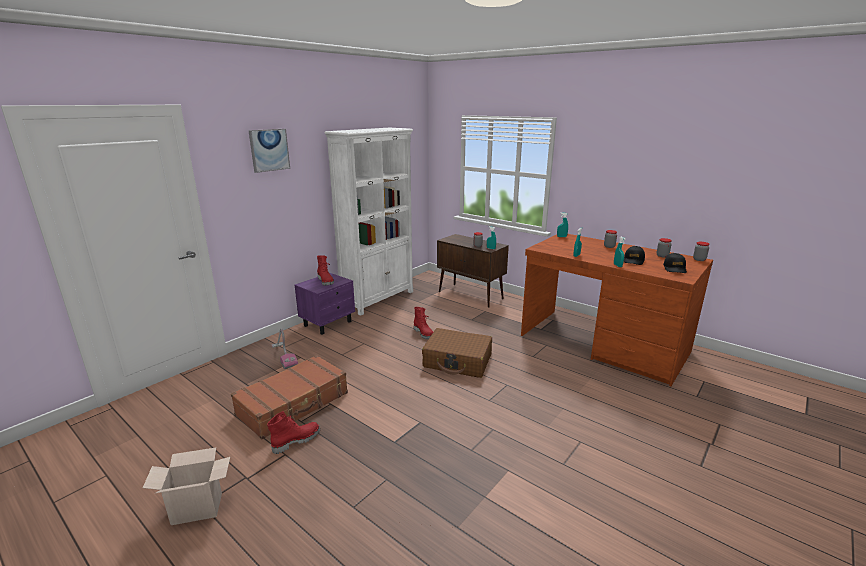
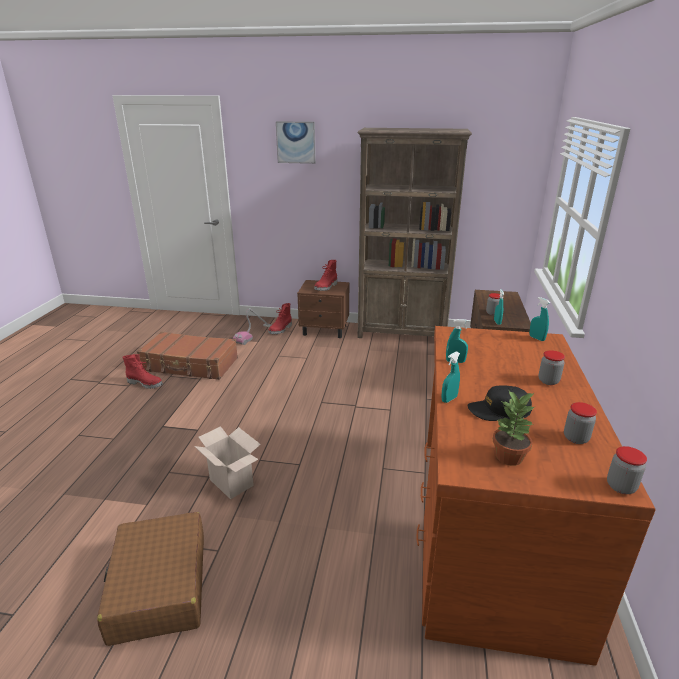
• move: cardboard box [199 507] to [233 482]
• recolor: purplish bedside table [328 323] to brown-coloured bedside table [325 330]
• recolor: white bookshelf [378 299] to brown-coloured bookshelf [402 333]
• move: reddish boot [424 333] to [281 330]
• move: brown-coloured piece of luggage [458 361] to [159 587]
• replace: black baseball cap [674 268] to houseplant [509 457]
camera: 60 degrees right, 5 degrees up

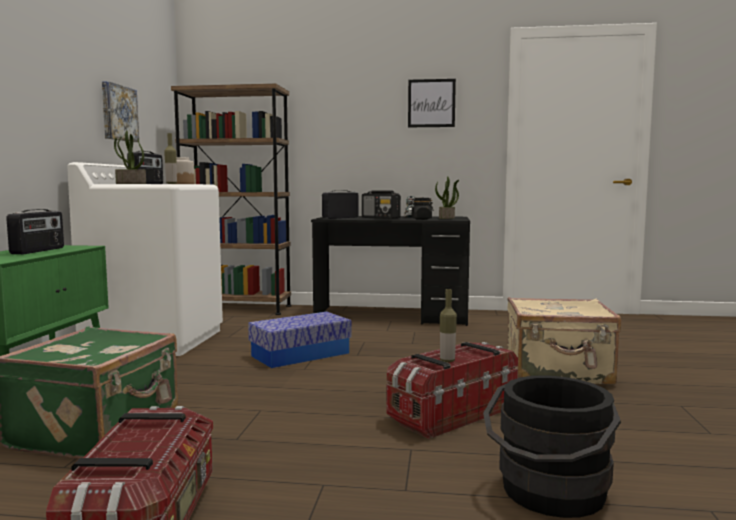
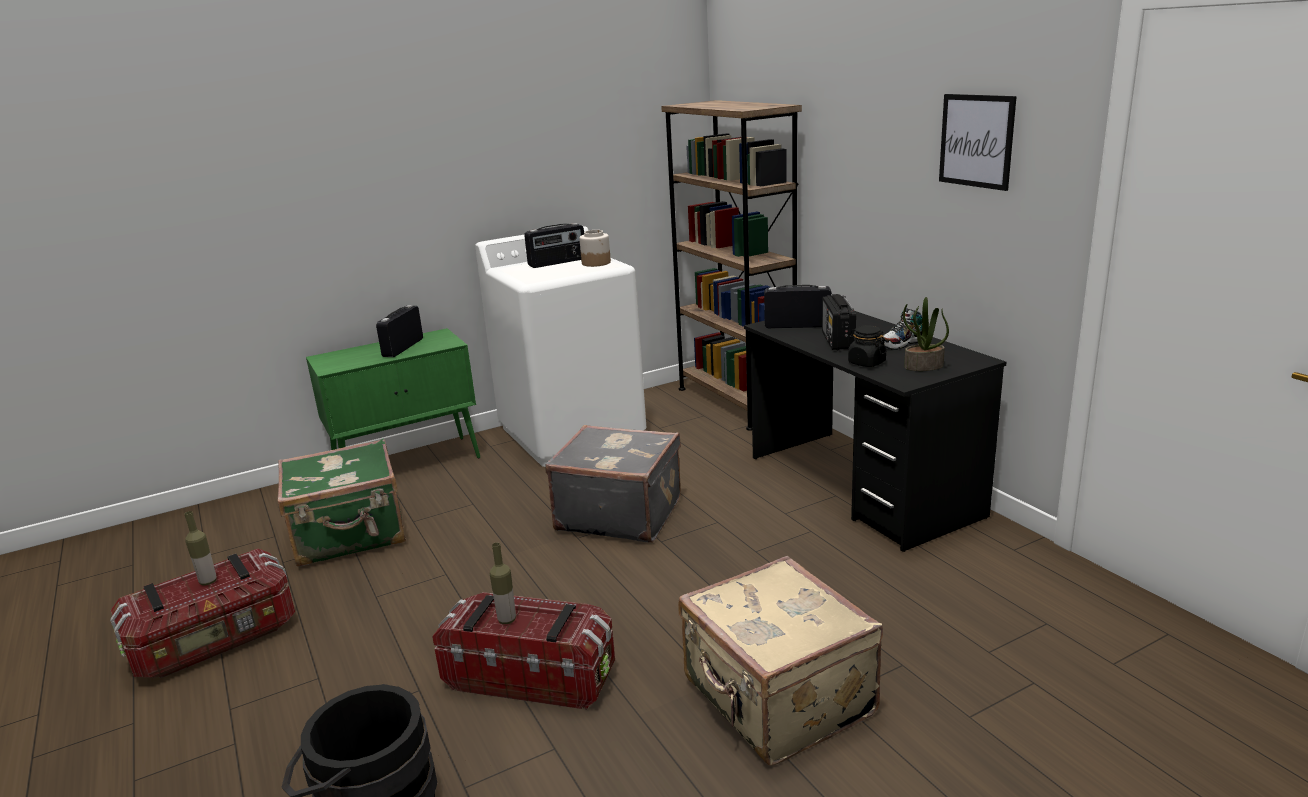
• rotate: radio receiver [38 251] = [402 347] 135 degrees clockwise
• delete: wall art [118 113]
• delete: houseplant [130 183]
• move: beverage bottle [171 184] to [208 581]
• replace: storage box [300 355] to greyish piece of luggage [619 514]
camera: 55 degrees right, 15 degrees up

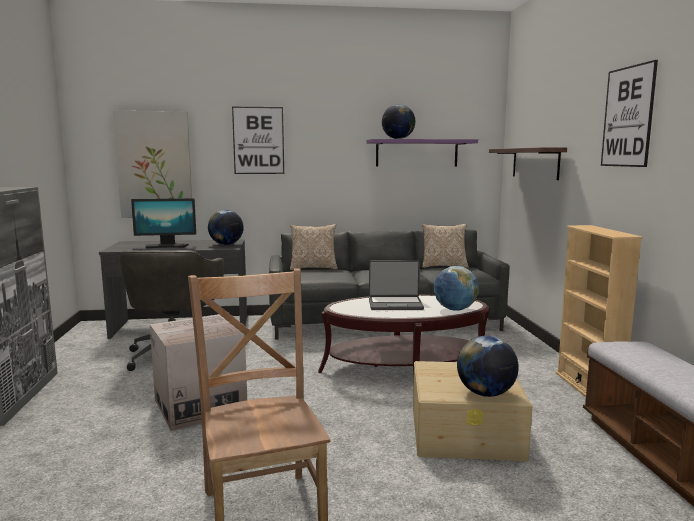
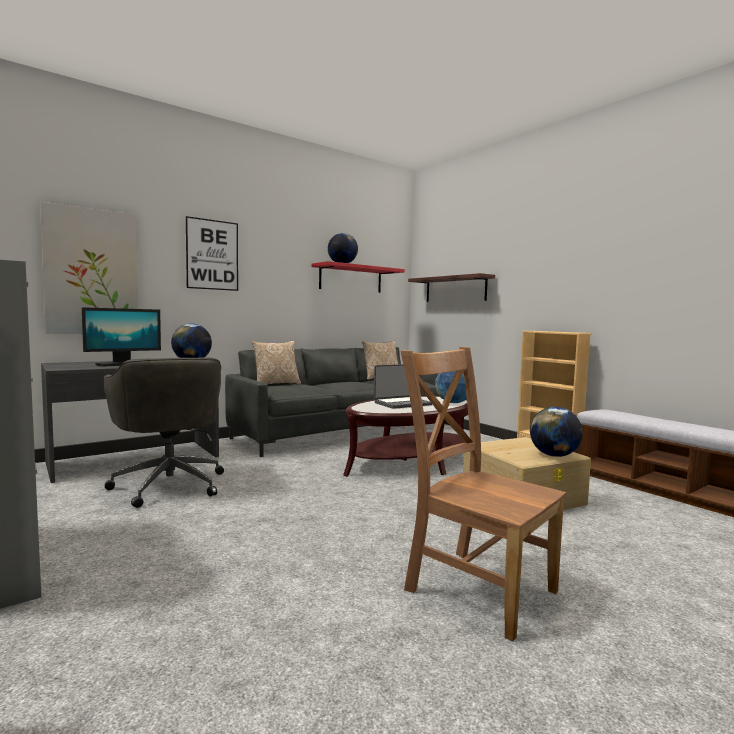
• delete: cardboard box [200 406]
• recolor: purplish wall shelf [416 153] to reddish wall shelf [351 279]
• delete: wall art [627 117]
camera: 30 degrees left, 5 degrees down

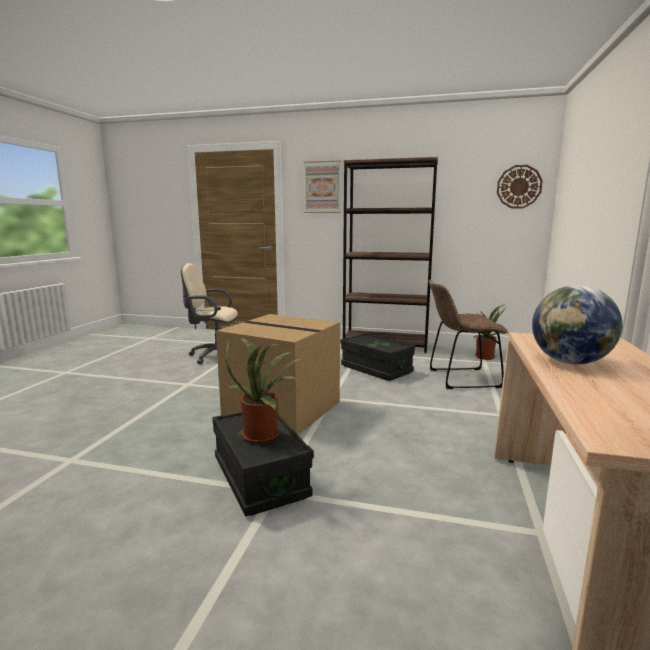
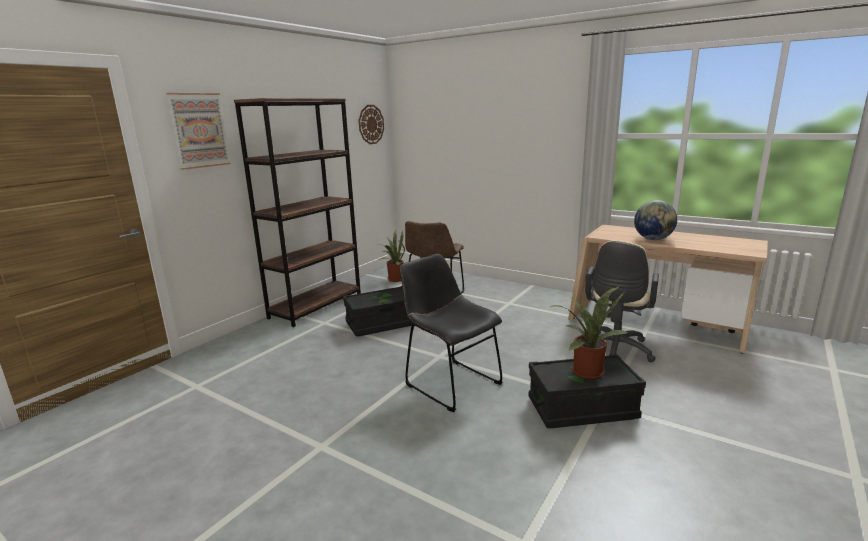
• move: beige desk chair [215 356] to [614 352]
• replace: cardboard box [284 408] to black upright chair [449 383]
camera: 70 degrees left, 5 degrees up

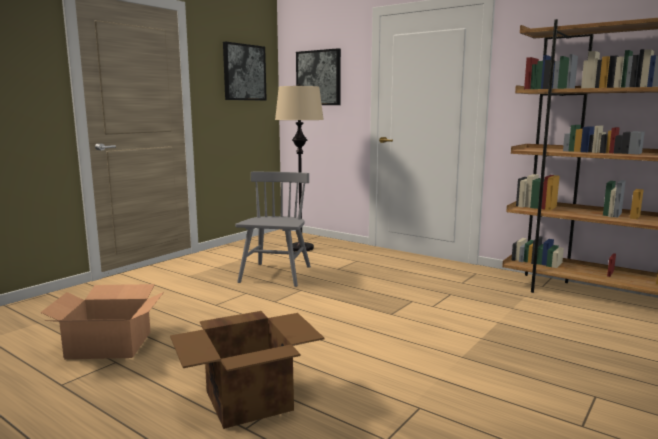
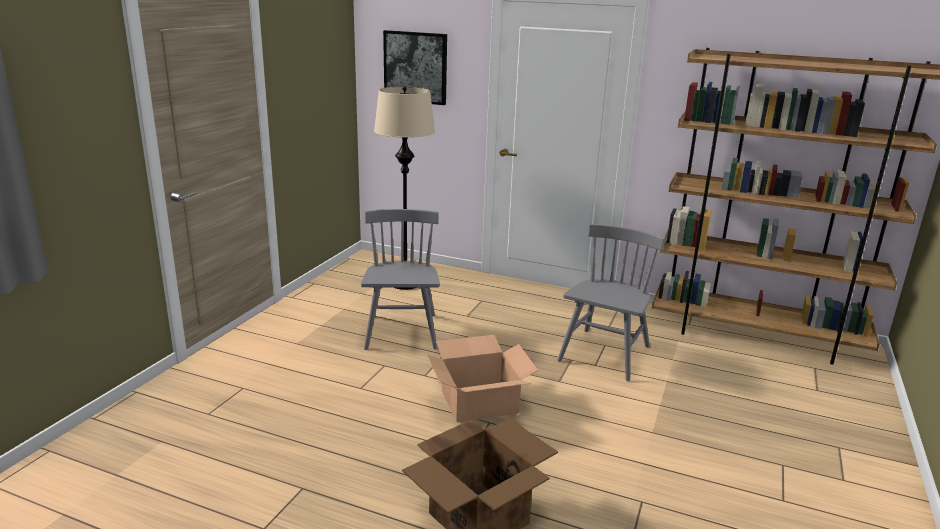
• move: cardboard box [109 344] to [478 401]
• delete: wall art [244 72]
• insert: greyish upright chair [605 354]
camera: 15 degrees left, 10 degrees up

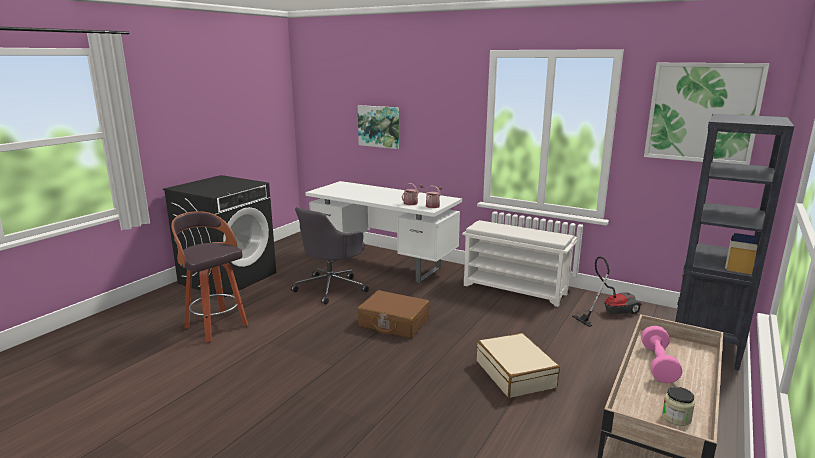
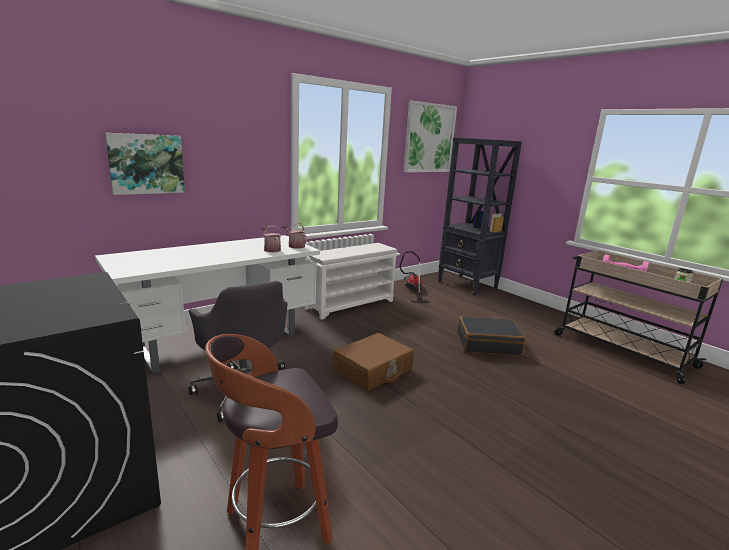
• recolor: beige piece of luggage [515 374] to black piece of luggage [488 344]
camera: 70 degrees left, 0 degrees up

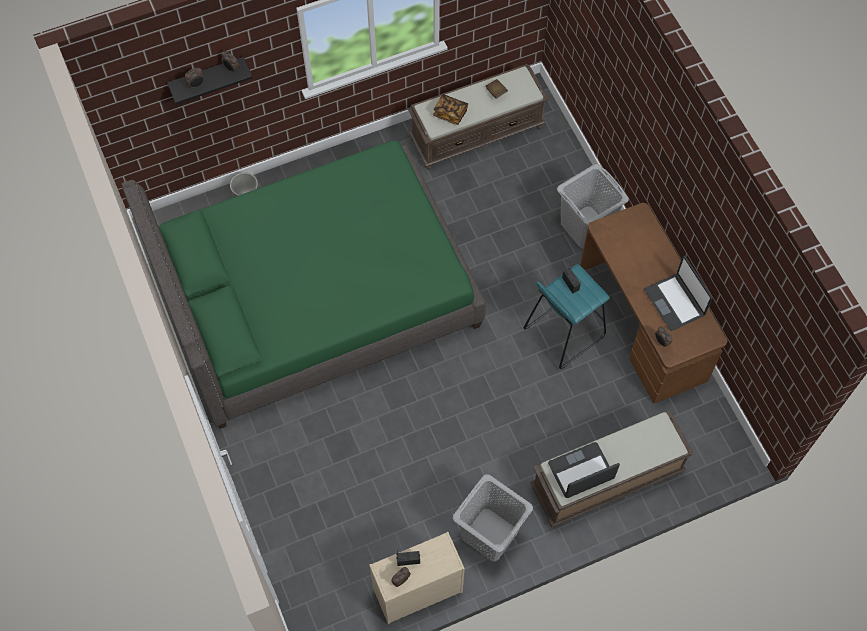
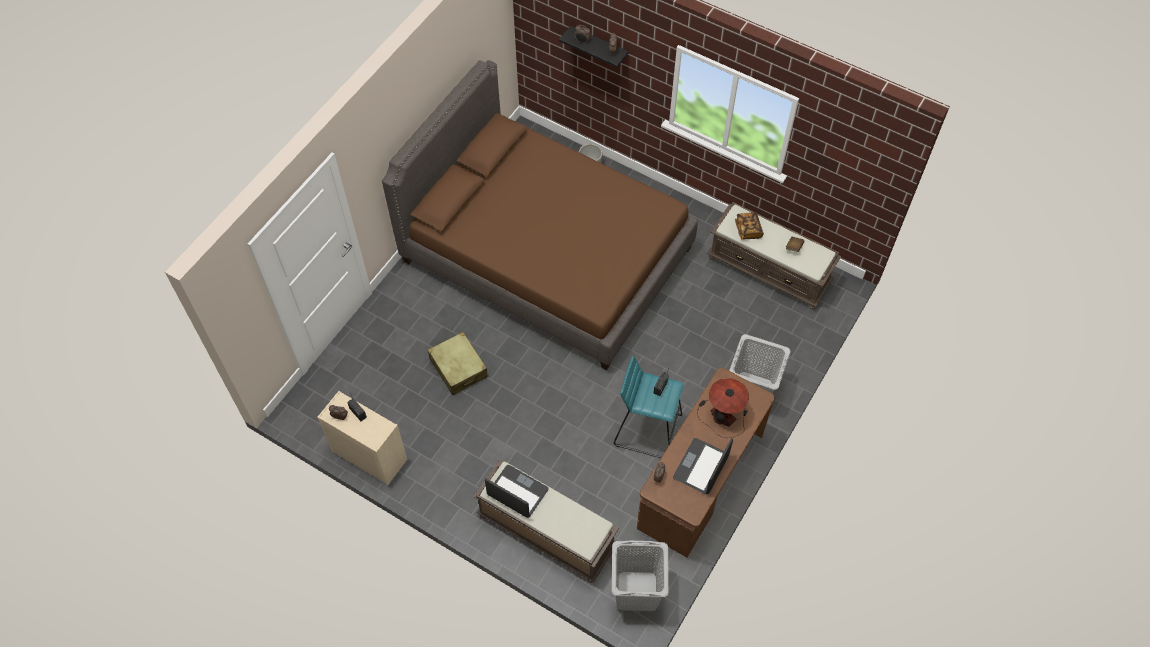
• recolor: green bed [316 297] to brown-coloured bed [547 255]
• move: greyish washing basket [490 534] to [636 591]
• insert: beige piece of luggage [458 368]
• insert: lamp for a table [723 416]
camera: 55 degrees right, 5 degrees down

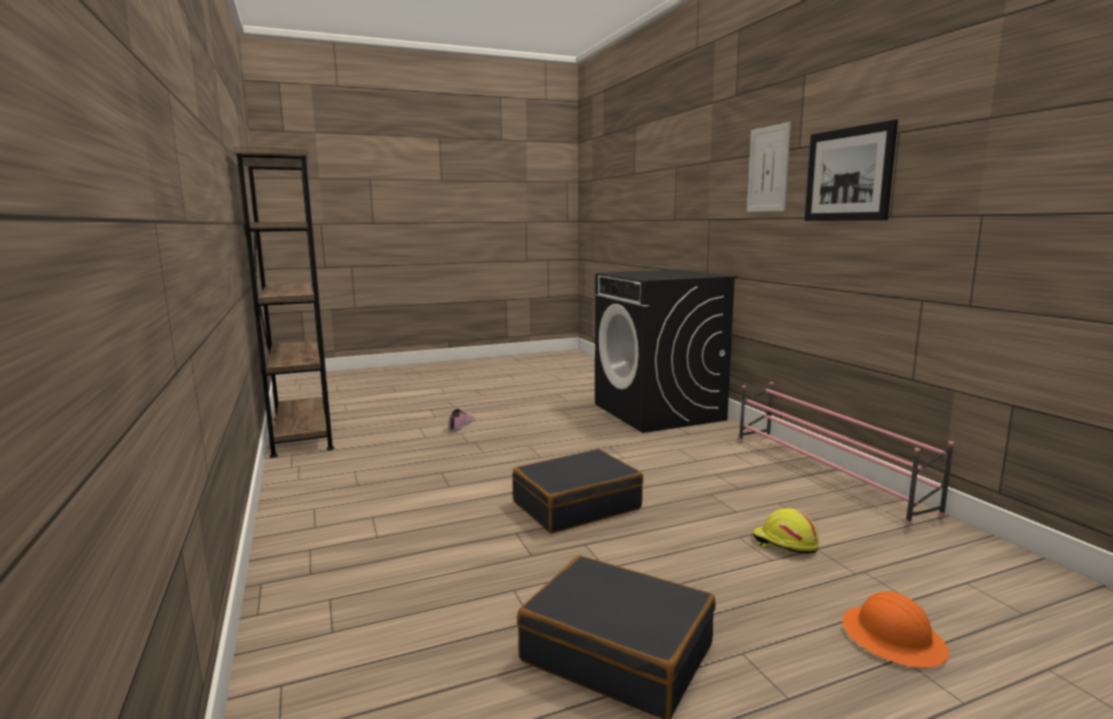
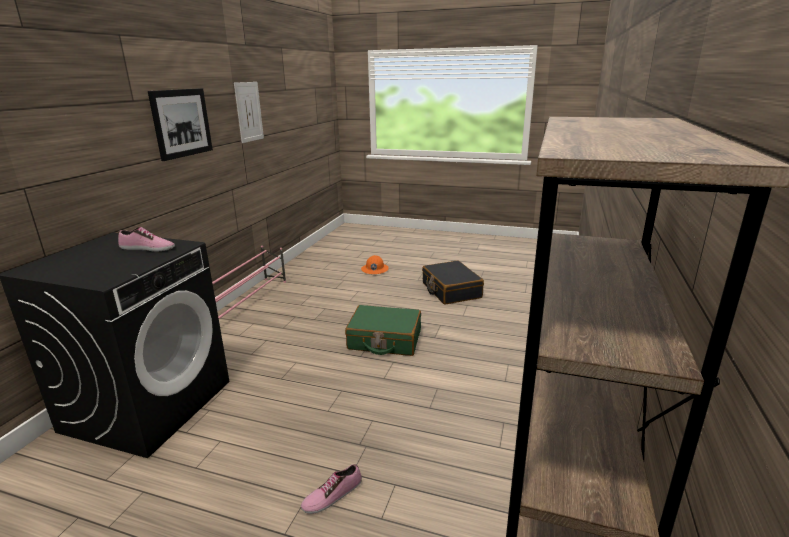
• recolor: black piece of luggage [576 505] to green piece of luggage [384 340]
• move: wall art [768 169] to [249 112]
• delete: yellowish safety helmet [784 544]
• insert: low shoe [147 248]
camera: 140 degrees left, 10 degrees up

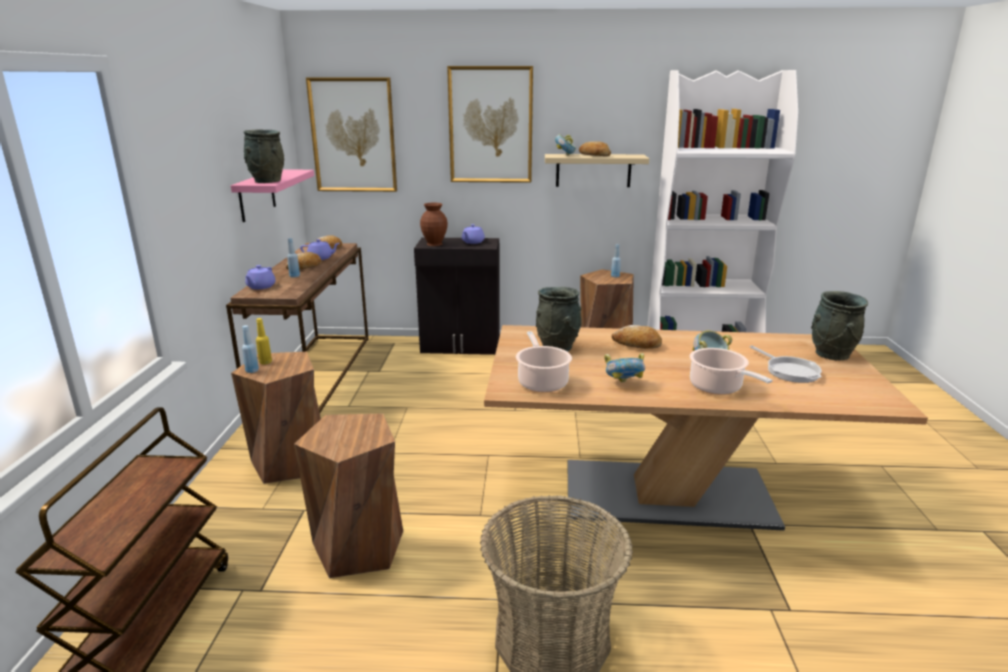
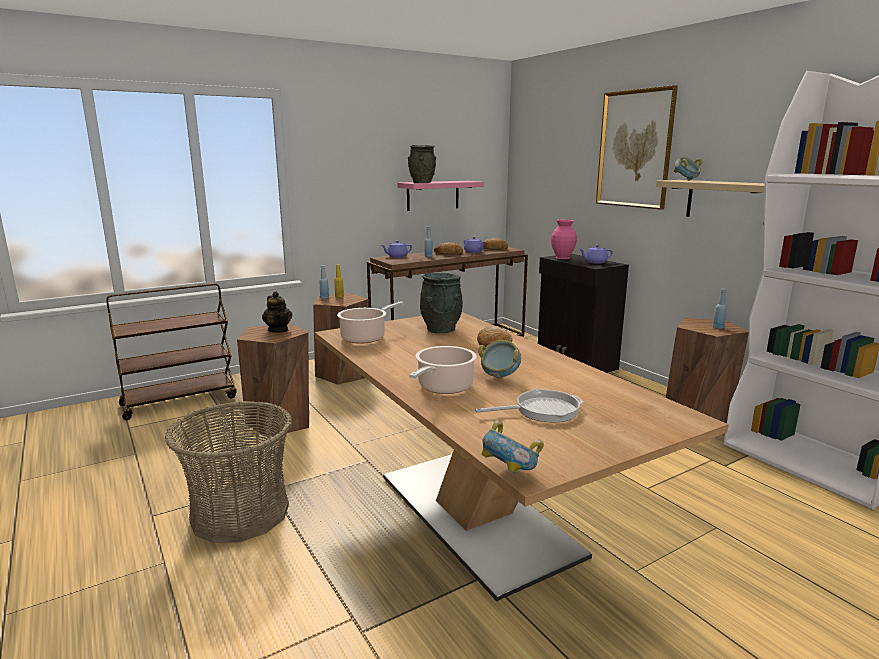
• delete: wall art [353 135]
• recolor: brown-coloured decorative vase [435 244] to pinkish decorative vase [563 258]
• delete: bread [594 155]
• move: bowl [624 384] to [510 474]
• rotate: pan [789 371] = [542 410] 135 degrees counterclockwise
• delete: greyish decorative vase [831 354]
• insert: pot for tea [278 330]
camera: 55 degrees right, 5 degrees down

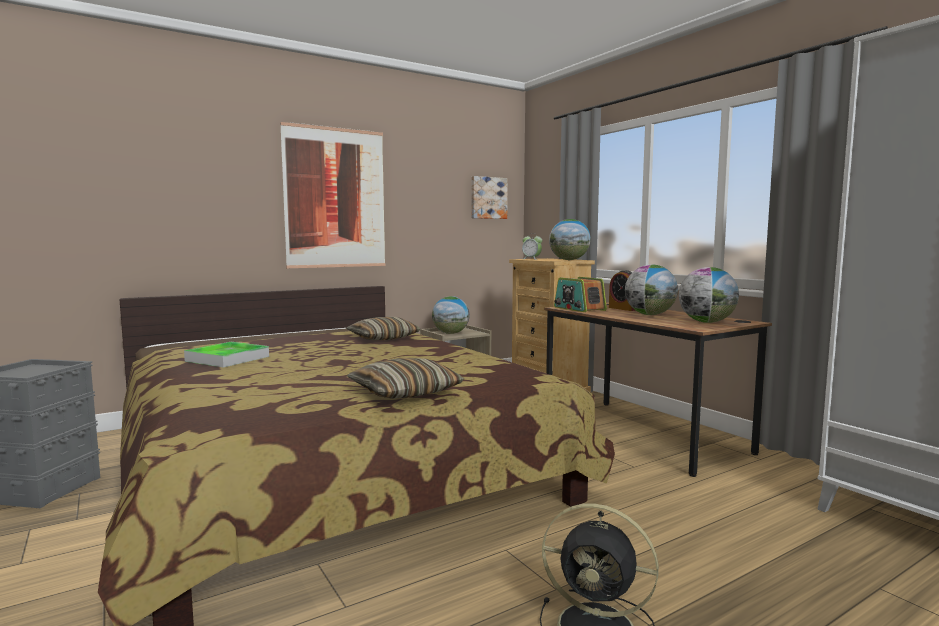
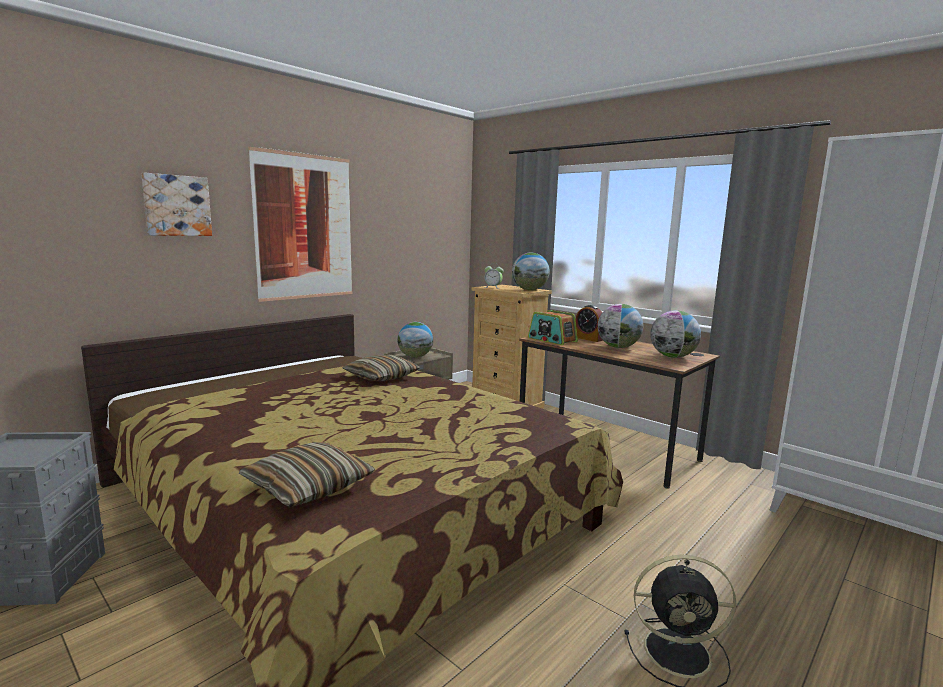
• delete: tray [227 359]
• move: throw pillow [405 392] to [308 486]
• move: wall art [488 198] to [177 205]
camera: 15 degrees left, 5 degrees up

